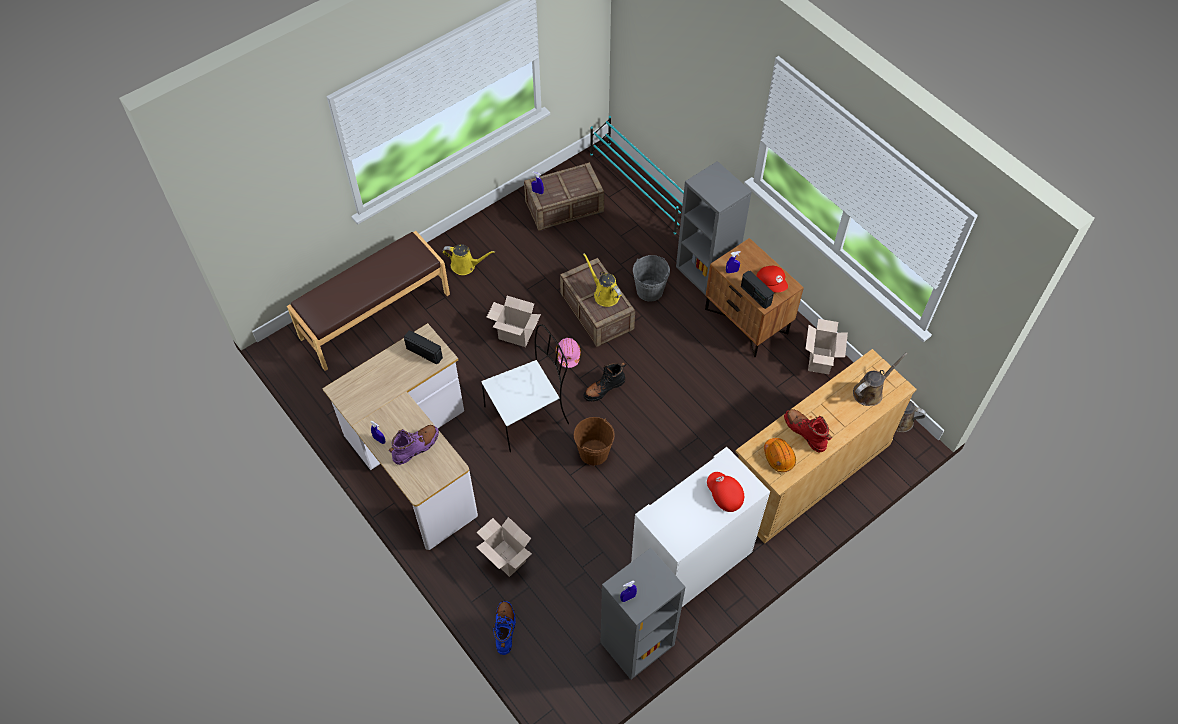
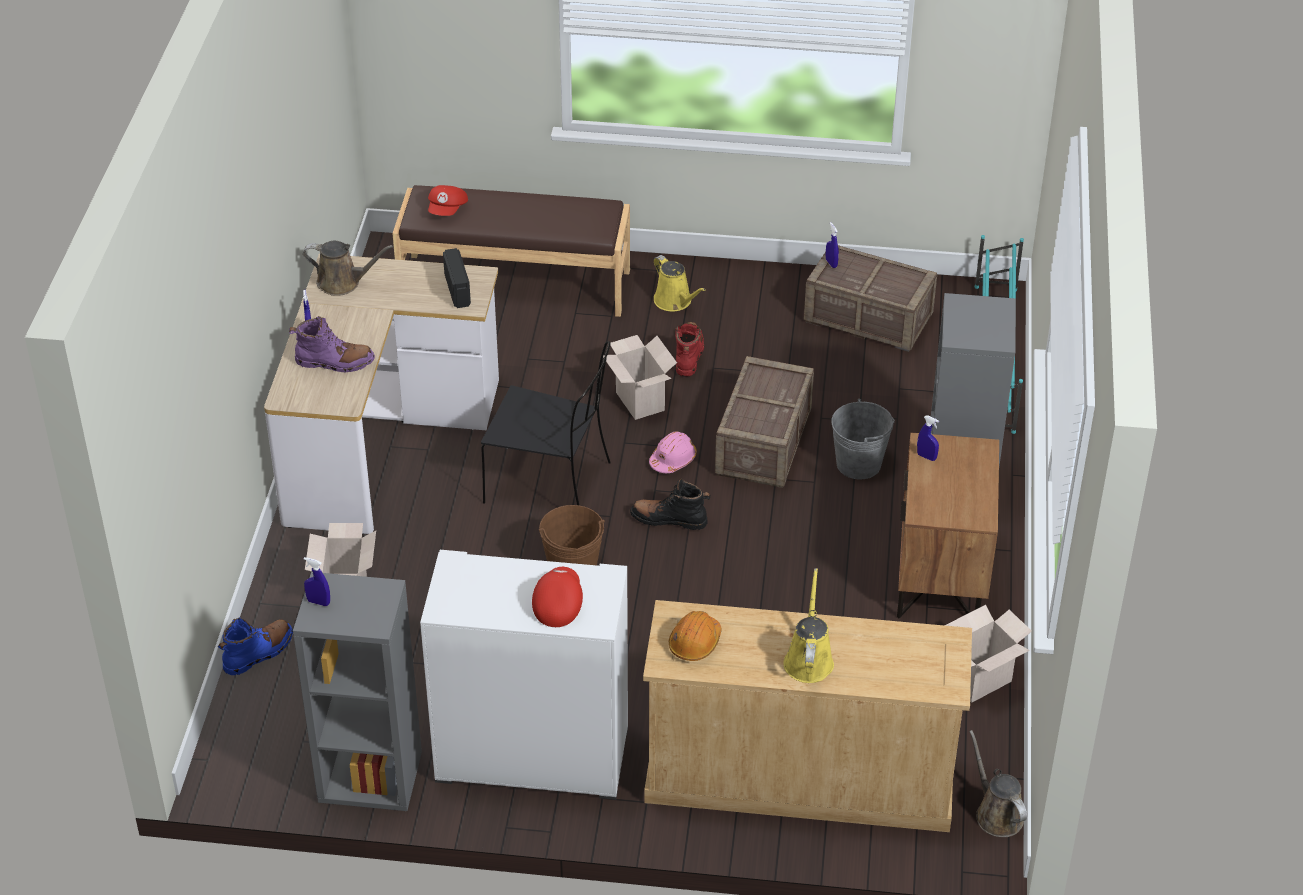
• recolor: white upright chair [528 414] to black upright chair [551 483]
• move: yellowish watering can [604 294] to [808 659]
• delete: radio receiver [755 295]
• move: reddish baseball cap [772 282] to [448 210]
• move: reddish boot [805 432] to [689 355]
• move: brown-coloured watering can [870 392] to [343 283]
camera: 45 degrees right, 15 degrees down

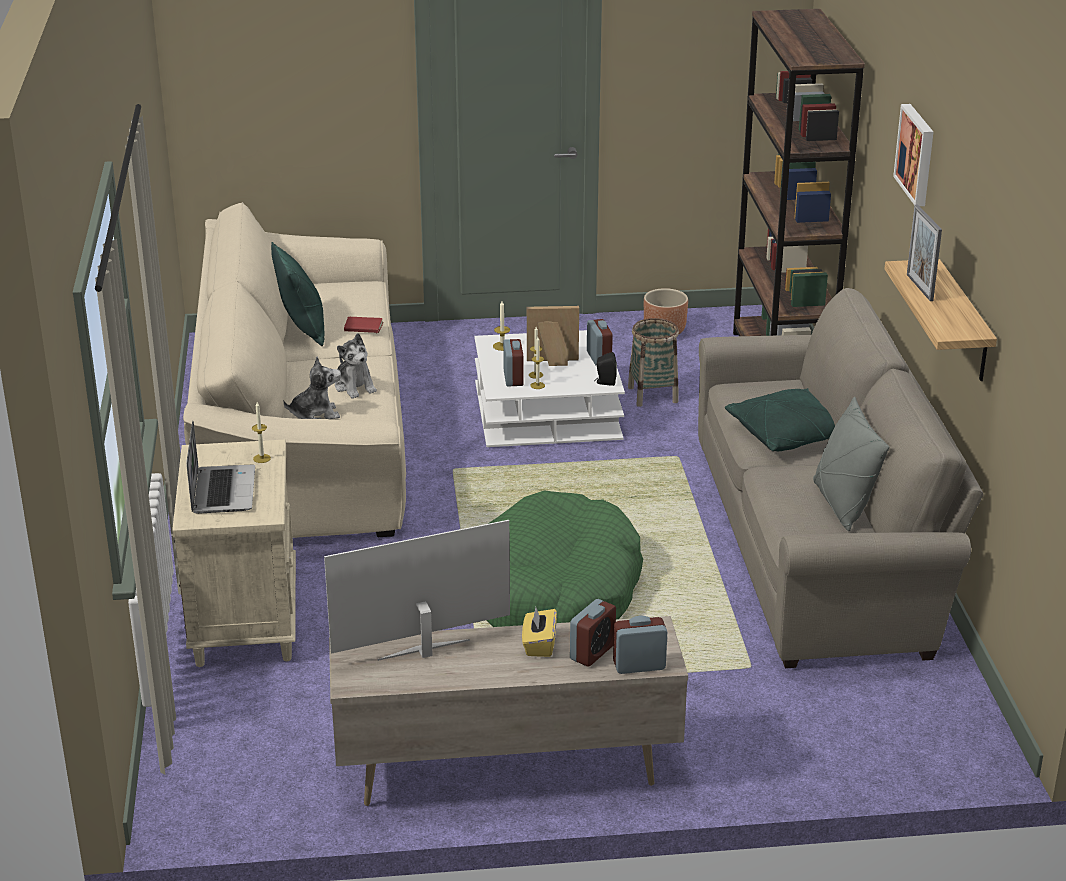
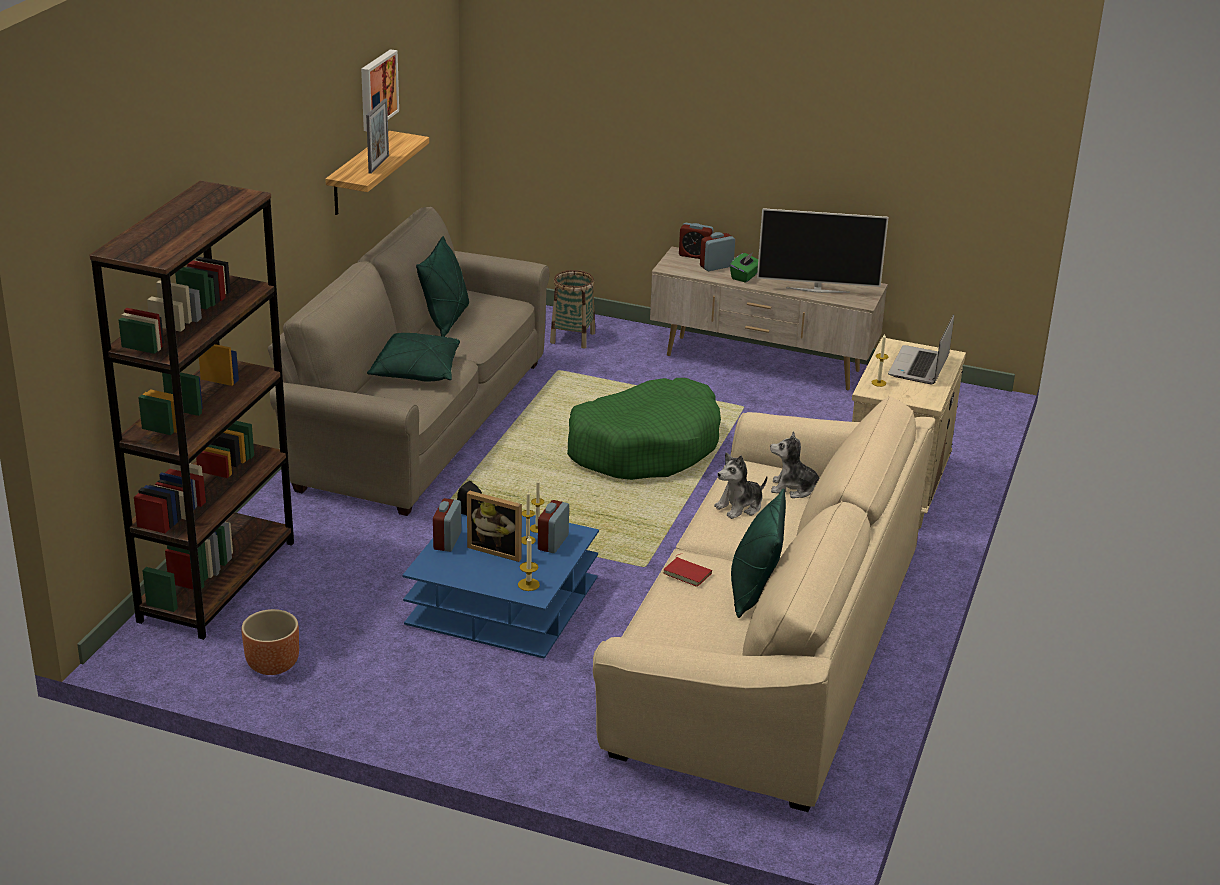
• rotate: plush toy [355 386] = [740 507] 120 degrees counterclockwise
• recolor: white coffee table [547 411] to blue coffee table [502 602]
• recolor: yellowish tissue box [539 645] to green tissue box [745 276]
• move: storage basket [653 394] to [572 338]
• recolor: greyish throw pillow [842 505] to green throw pillow [446 320]
• move: wall art [917 154] to [377 89]
camera: 155 degrees left, 0 degrees up

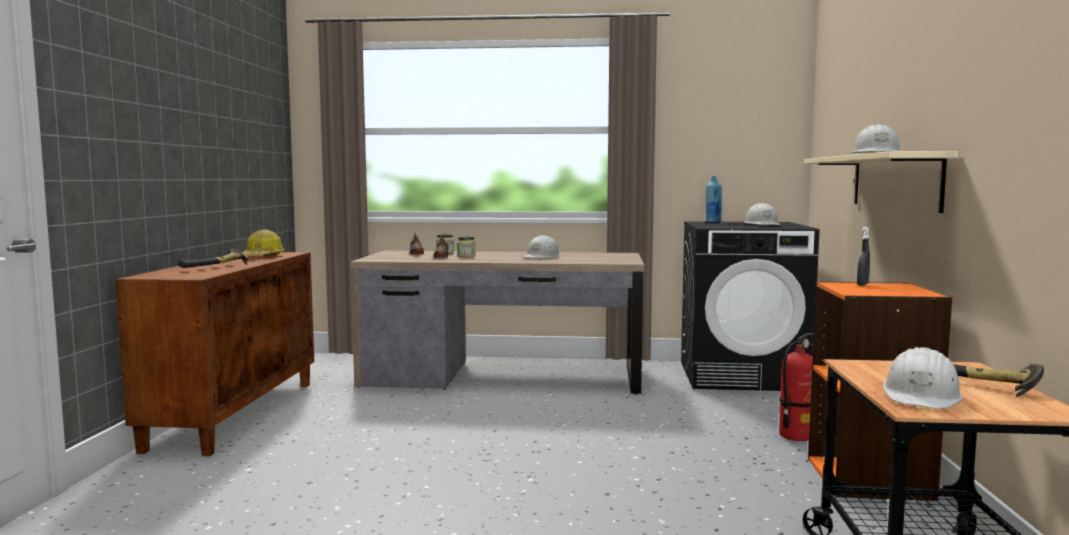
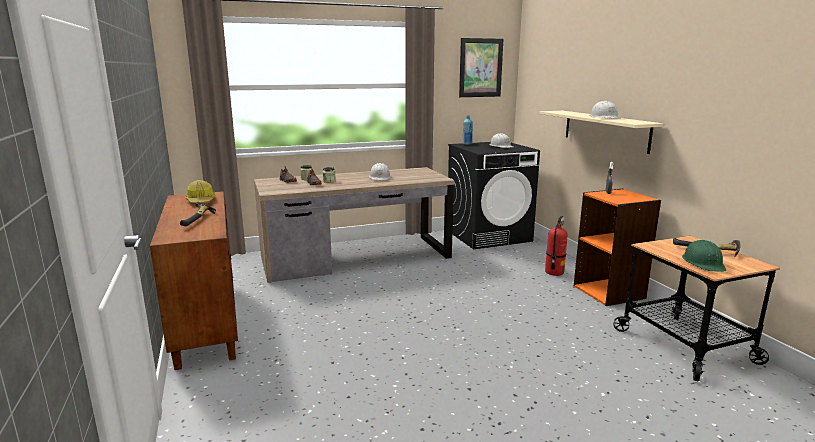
• recolor: white safety helmet [922 395] to green safety helmet [703 263]
• insert: wall art [480 68]
camera: 25 degrees left, 10 degrees up

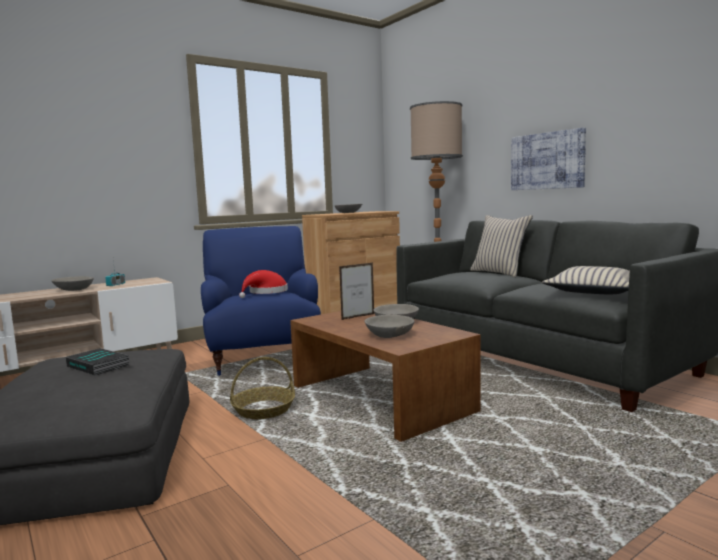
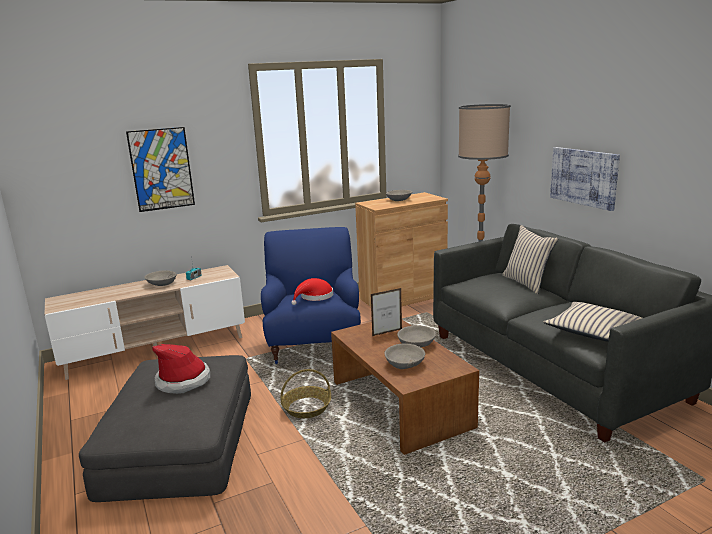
• replace: bound book [99 366] to clothing hat [183 380]
• insert: wall art [161 169]
camera: 10 degrees right, 10 degrees up

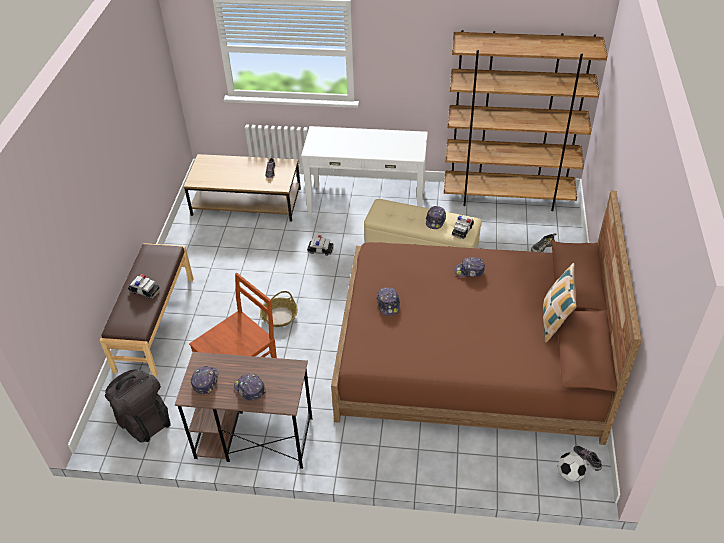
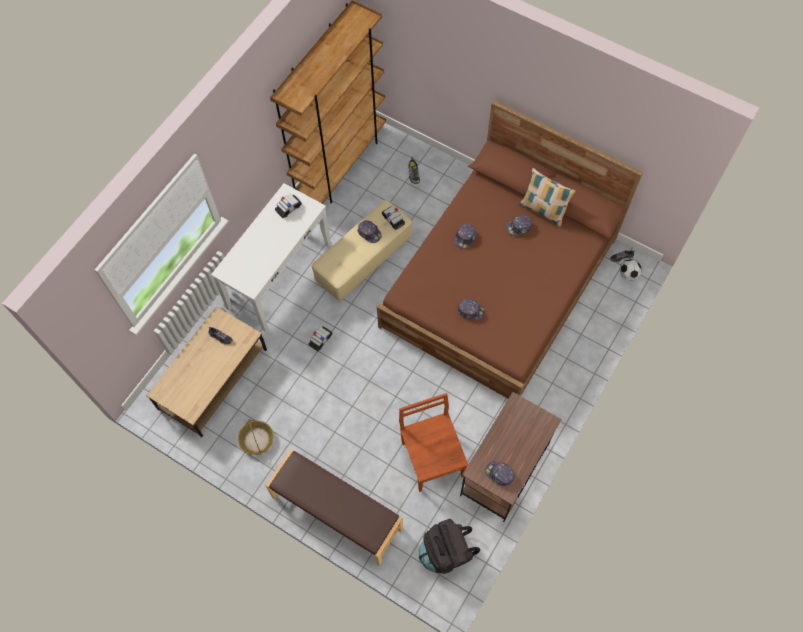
• move: toy car [145 291] to [288 208]
• move: baseball cap [249 389] to [518 227]
• move: storage basket [279 316] to [256 439]
camera: 65 degrees left, 20 degrees up

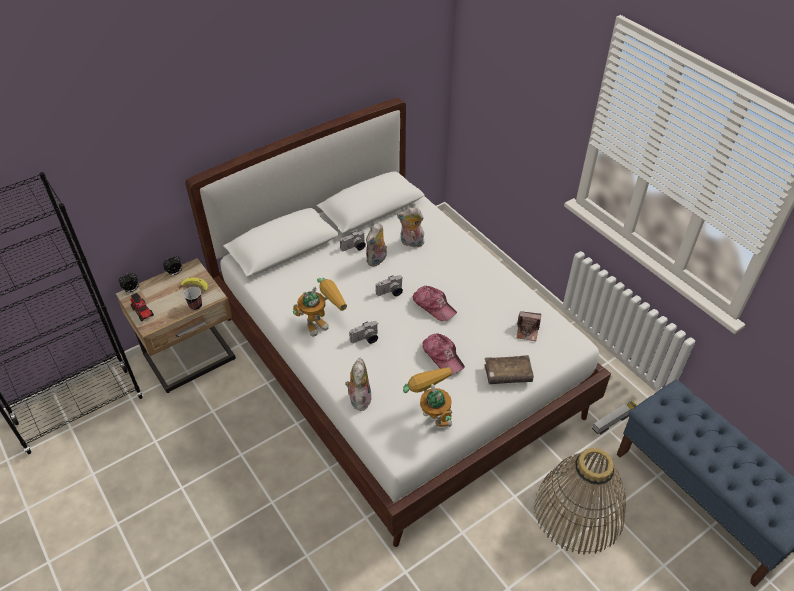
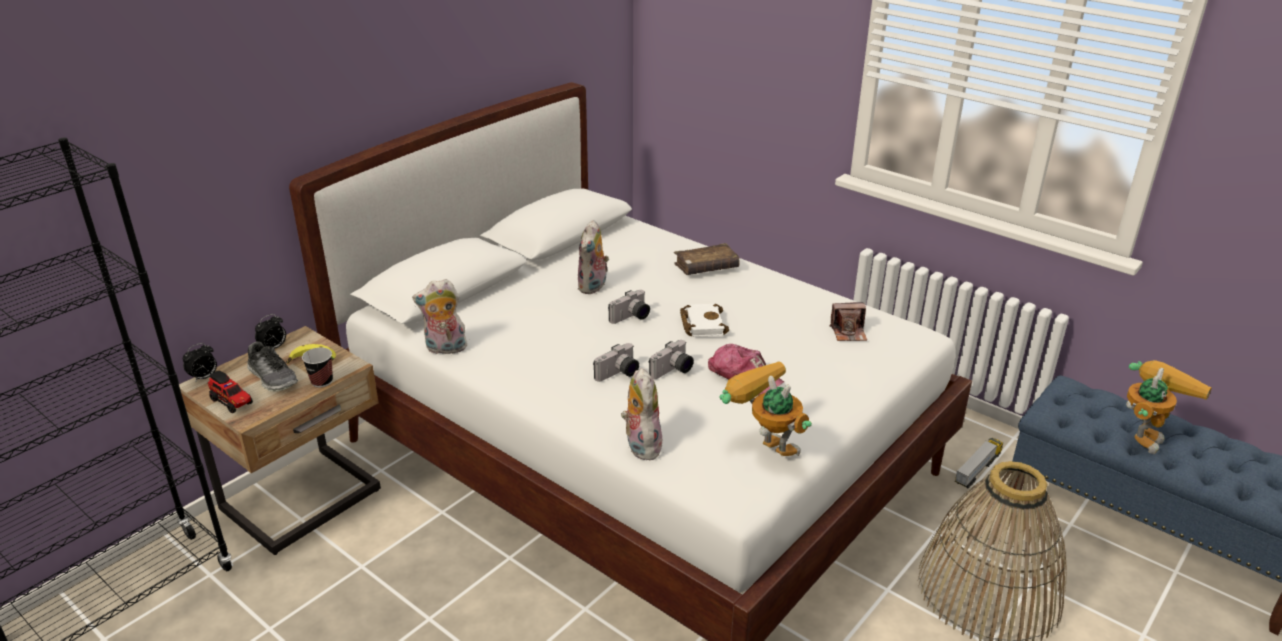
• move: model robot [322 322] to [1144 433]
• move: still camera [354 248] to [673 371]
• move: plush toy [411 243] to [445 349]
• replace: baseball cap [434 306] to white bound book [701 323]
• move: brown-coloured bound book [508 374] to [706 267]
• insert: low shoe [273 378]
camera: 15 degrees left, 15 degrees down

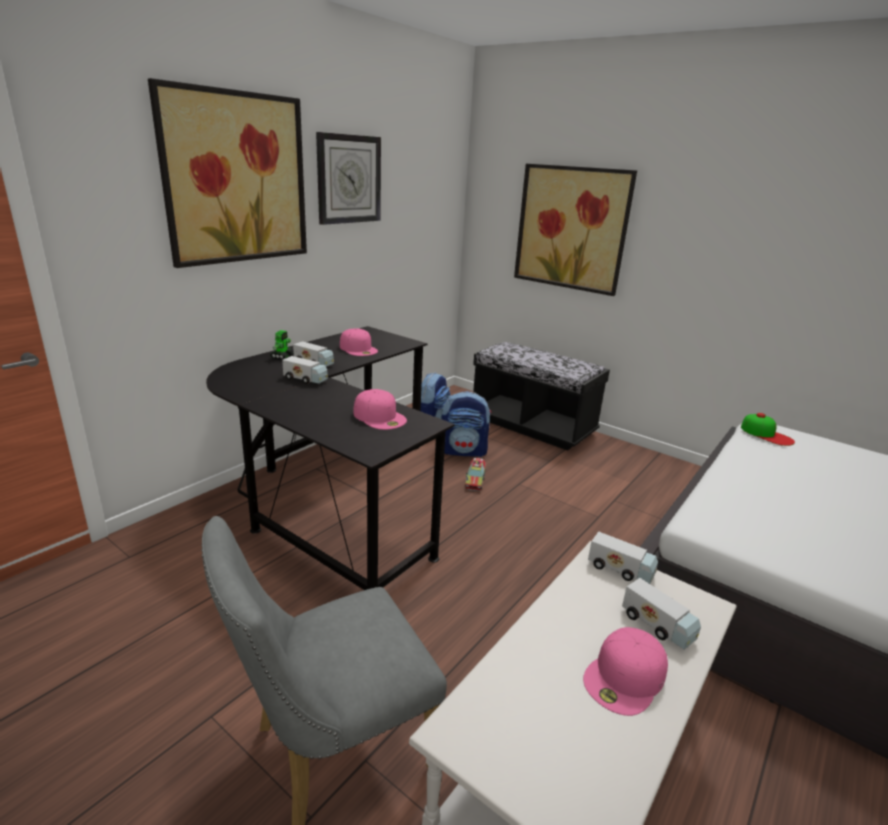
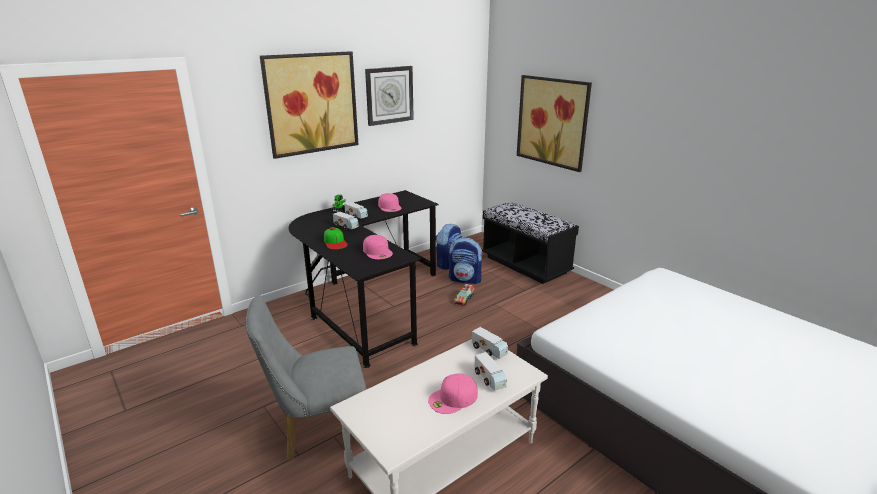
• move: baseball cap [766 434] to [335 242]
camera: 15 degrees right, 0 degrees up

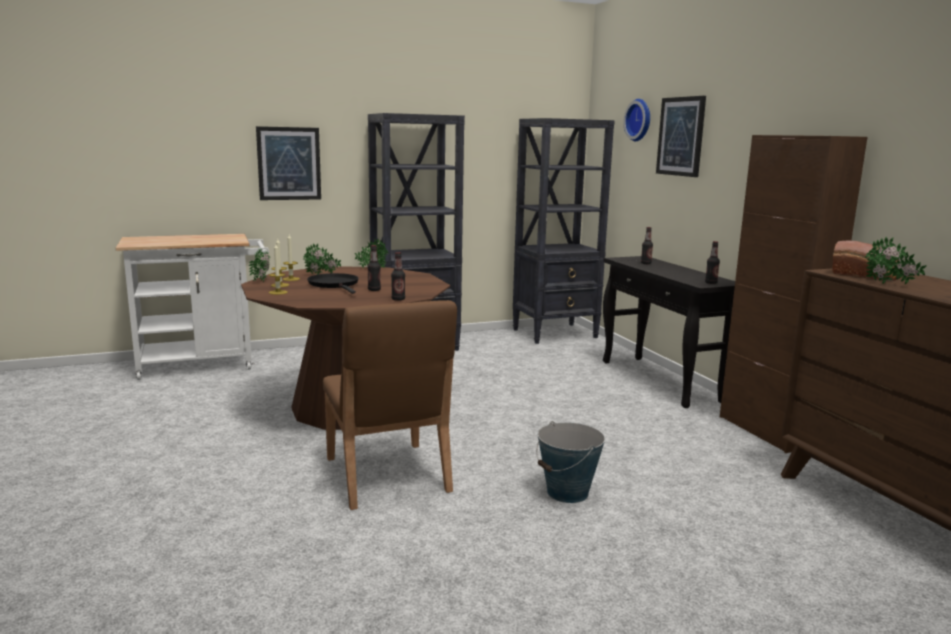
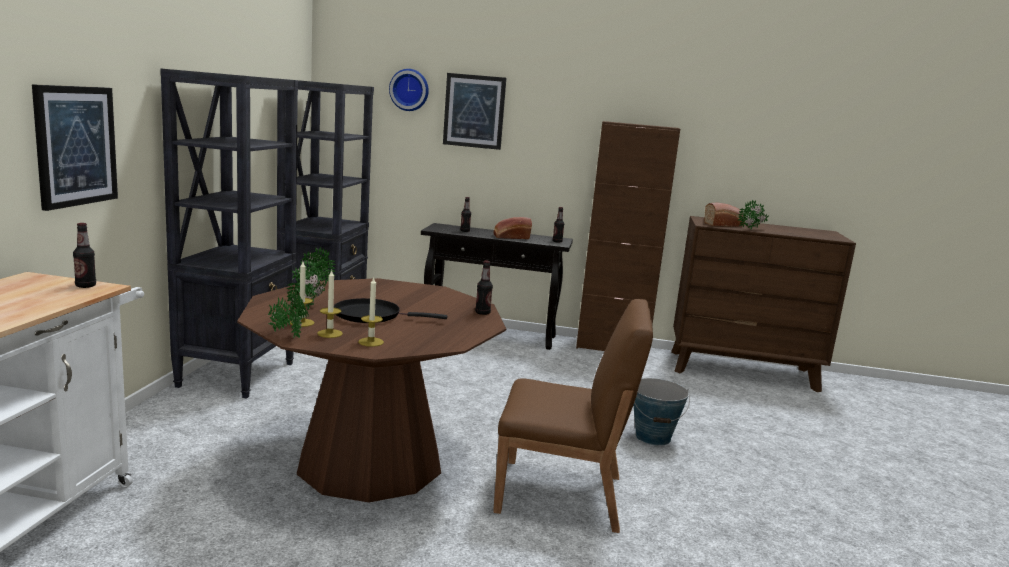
• move: beverage bottle [374 290] to [85 286]
• insert: bread [511 237]
camera: 60 degrees left, 0 degrees up

